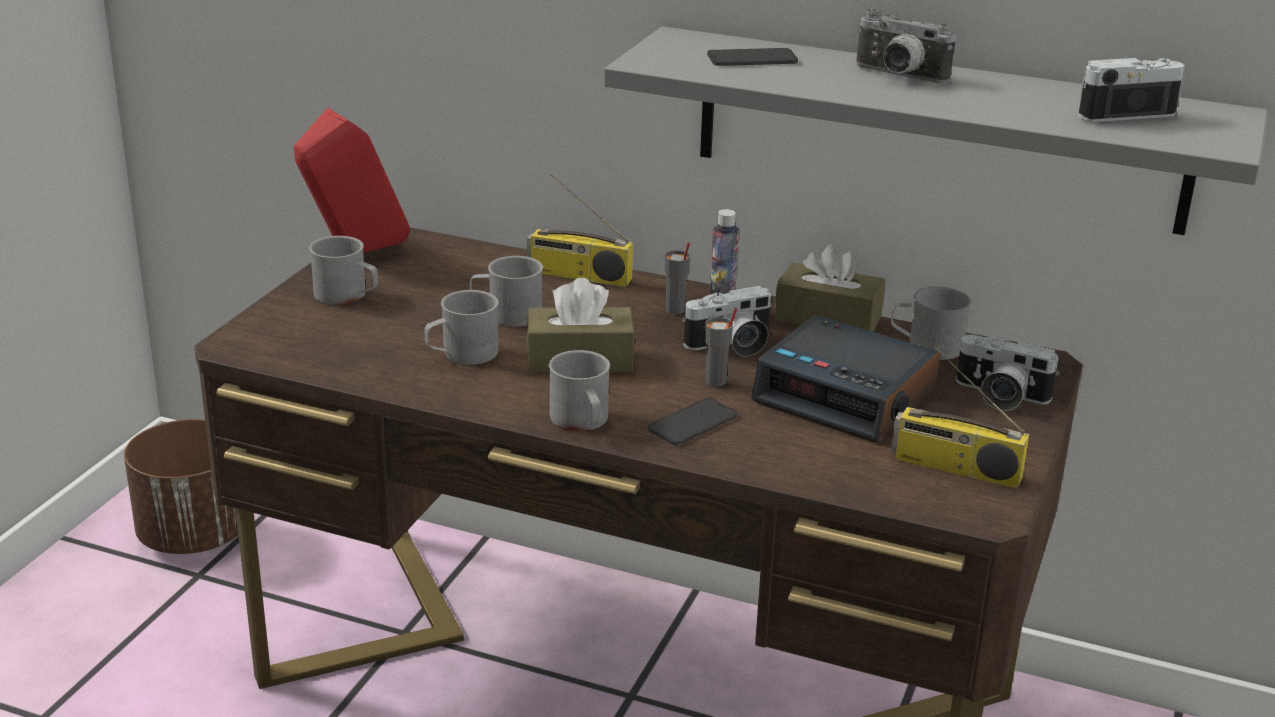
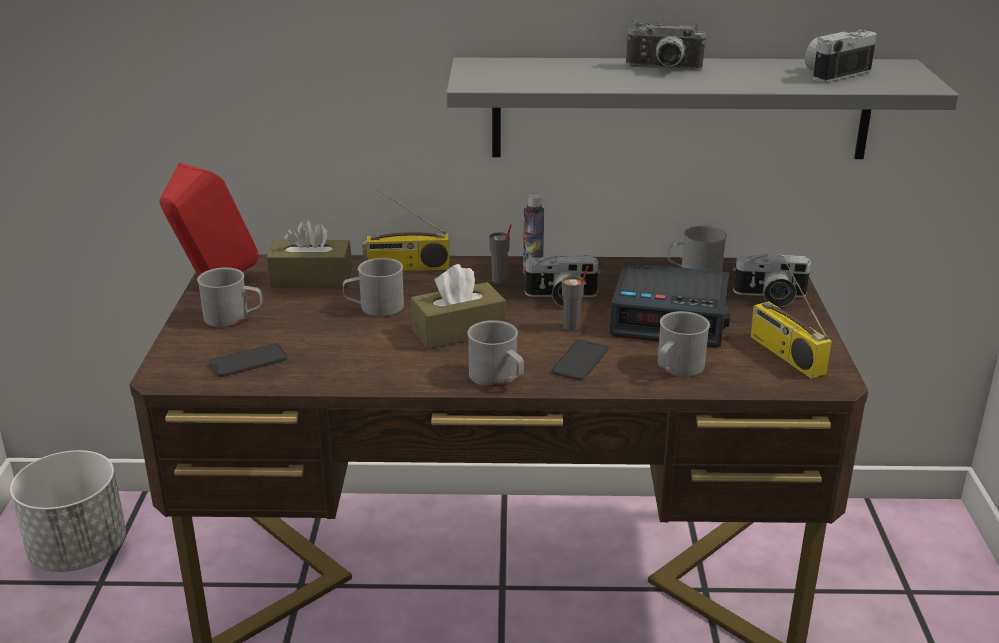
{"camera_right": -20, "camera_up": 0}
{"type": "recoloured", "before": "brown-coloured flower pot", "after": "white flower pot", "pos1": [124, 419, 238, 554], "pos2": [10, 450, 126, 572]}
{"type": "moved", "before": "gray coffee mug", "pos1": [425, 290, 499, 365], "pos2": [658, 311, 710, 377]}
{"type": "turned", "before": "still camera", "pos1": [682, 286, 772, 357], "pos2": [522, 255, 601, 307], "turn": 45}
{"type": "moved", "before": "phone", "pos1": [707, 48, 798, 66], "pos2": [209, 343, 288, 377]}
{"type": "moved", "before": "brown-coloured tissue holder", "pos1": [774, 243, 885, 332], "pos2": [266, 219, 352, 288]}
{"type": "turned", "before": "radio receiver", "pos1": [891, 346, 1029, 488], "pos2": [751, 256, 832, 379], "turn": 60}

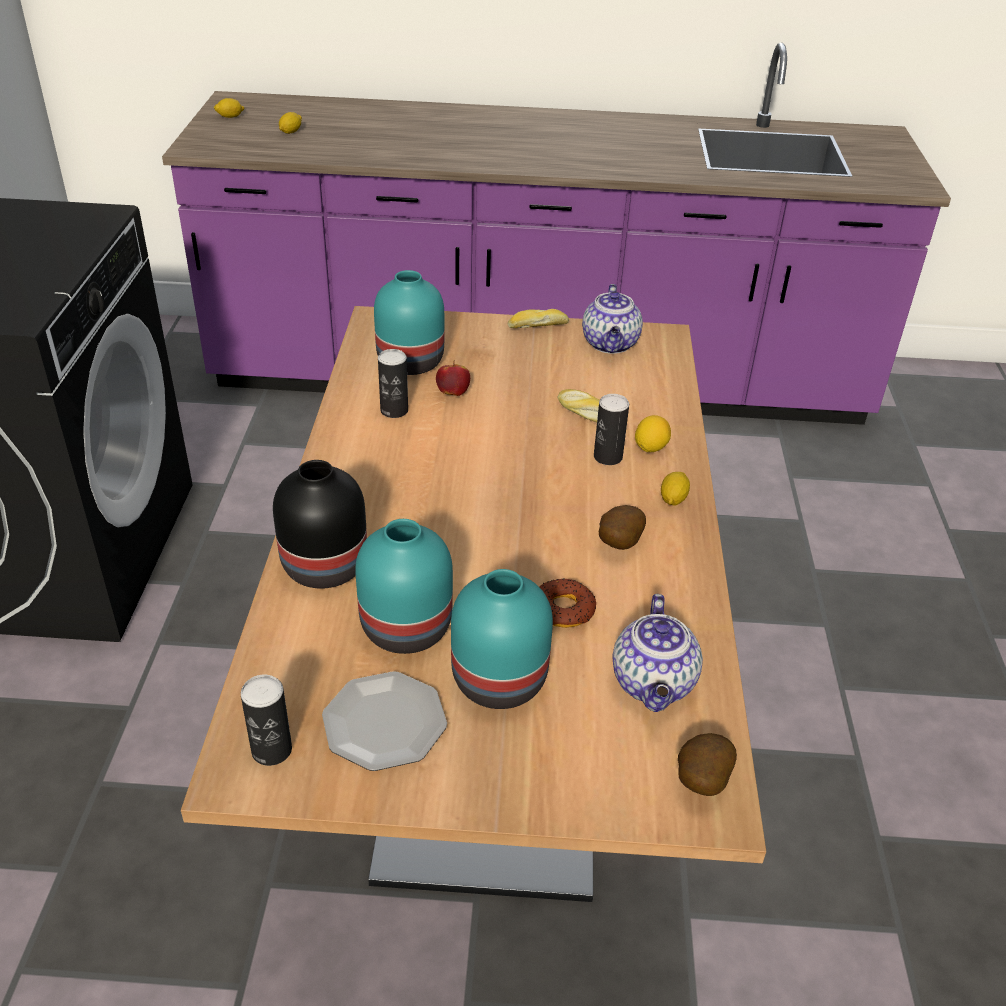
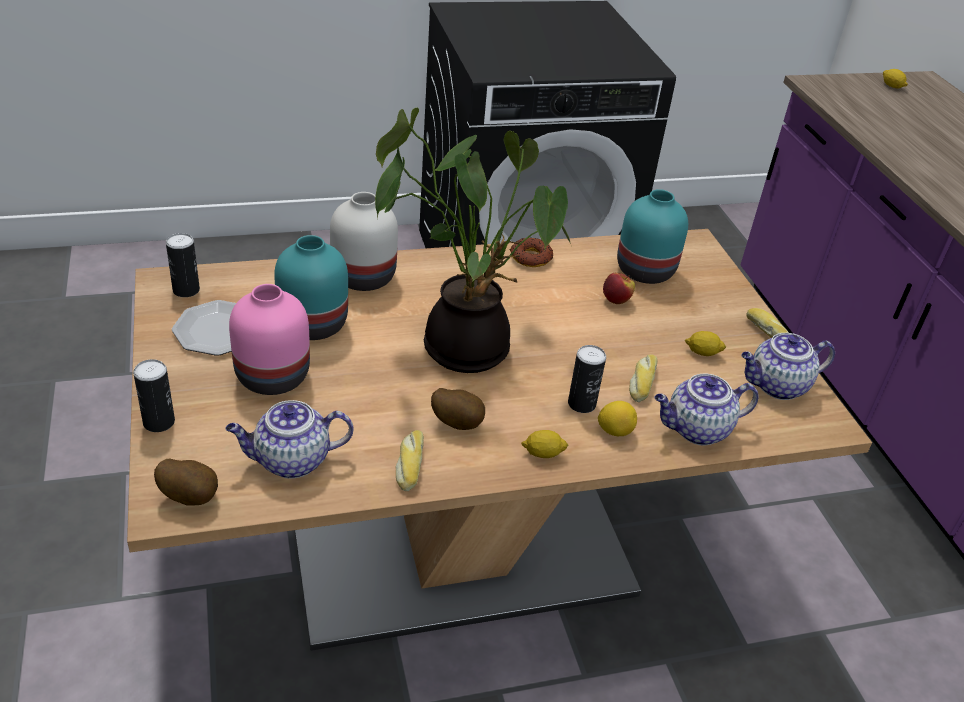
{"camera_right": 70, "camera_up": 0}
{"type": "recoloured", "before": "black-coloured decorative vase", "after": "white decorative vase", "pos1": [273, 460, 367, 589], "pos2": [330, 192, 398, 291]}
{"type": "moved", "before": "whole lemon", "pos1": [279, 112, 302, 134], "pos2": [685, 331, 726, 356]}
{"type": "moved", "before": "can", "pos1": [378, 349, 408, 418], "pos2": [133, 359, 175, 432]}
{"type": "recoloured", "before": "turquoise-coloured decorative vase", "after": "pink decorative vase", "pos1": [451, 569, 553, 709], "pos2": [229, 284, 310, 395]}
{"type": "moved", "before": "doughnut", "pos1": [540, 579, 596, 628], "pos2": [510, 237, 553, 267]}
{"type": "added", "after": "houseplant", "pos2": [375, 108, 571, 373]}
{"type": "added", "after": "baked bread", "pos2": [396, 430, 424, 491]}
{"type": "added", "after": "pot for tea", "pos2": [654, 374, 759, 445]}

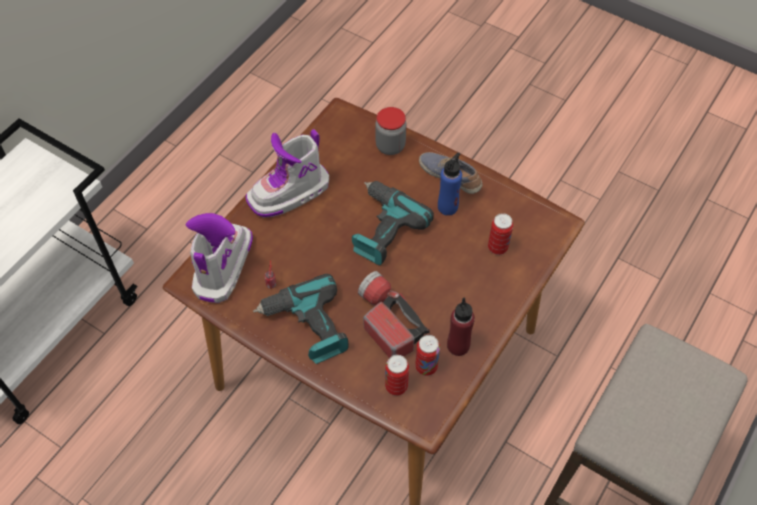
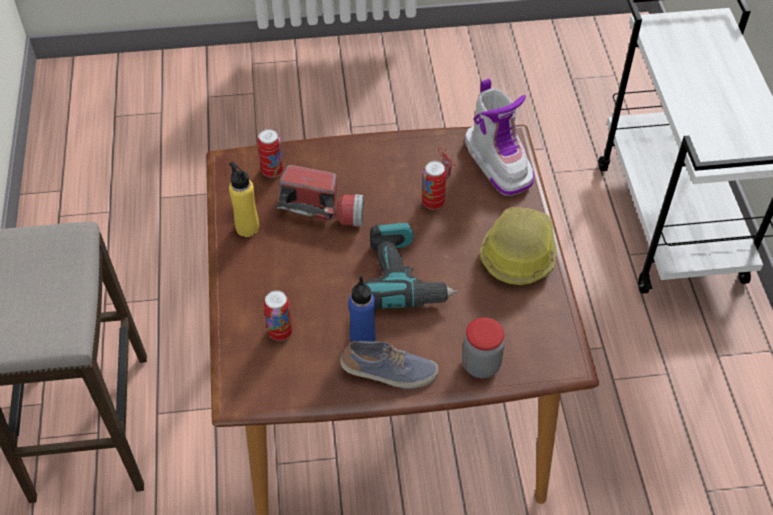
{"camera_right": 140, "camera_up": -5}
{"type": "replaced", "before": "tall boot", "after": "work helmet", "pos1": [246, 129, 329, 217], "pos2": [479, 207, 557, 285]}
{"type": "removed", "before": "electric drill", "pos1": [253, 274, 348, 364]}
{"type": "moved", "before": "can", "pos1": [415, 335, 440, 376], "pos2": [422, 161, 447, 210]}
{"type": "recoloured", "before": "red beverage bottle", "after": "yellow-coloured beverage bottle", "pos1": [447, 298, 475, 356], "pos2": [229, 162, 259, 237]}

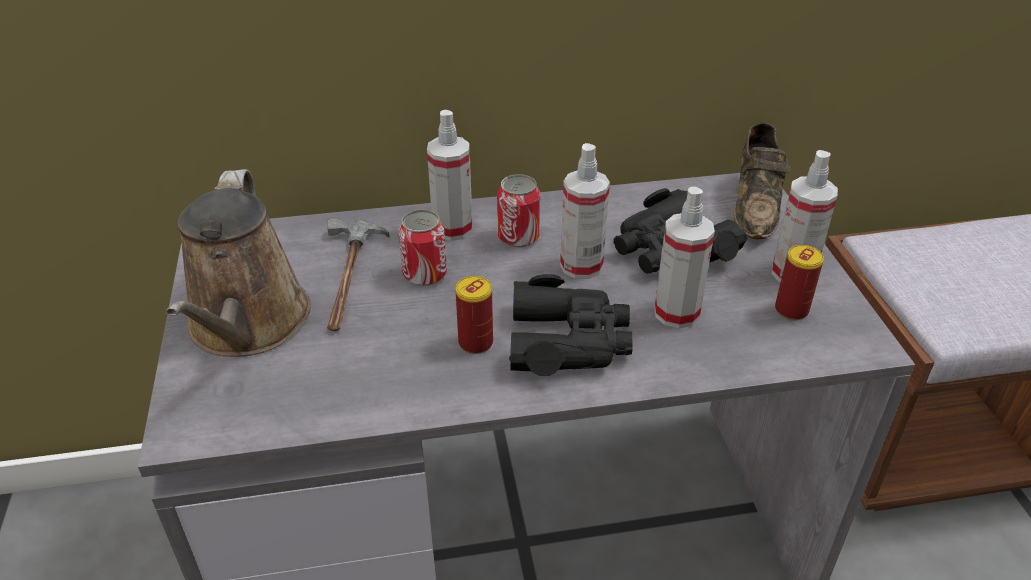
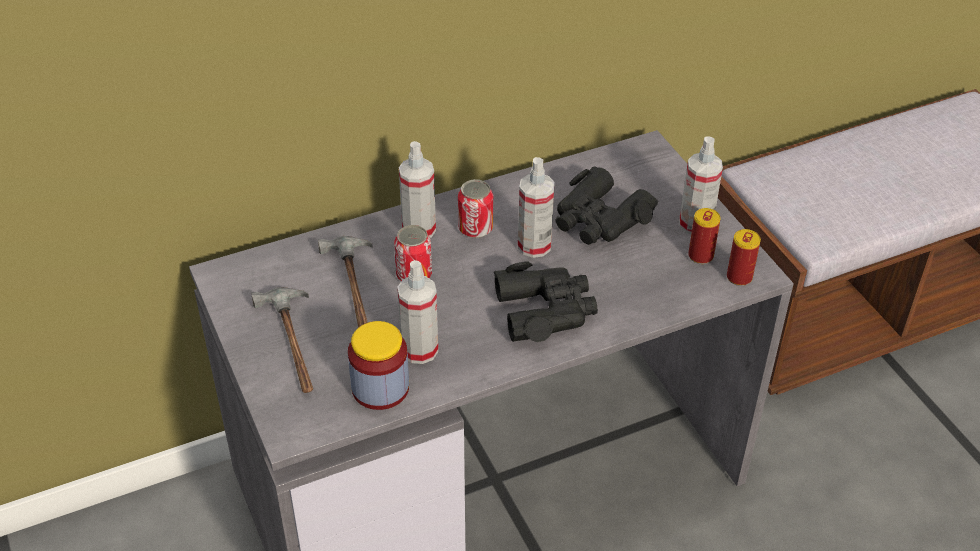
{"camera_right": -15, "camera_up": 5}
{"type": "replaced", "before": "brown-coloured watering pot", "after": "tool hammer", "pos1": [166, 169, 311, 357], "pos2": [251, 287, 313, 393]}
{"type": "moved", "before": "can", "pos1": [456, 276, 493, 354], "pos2": [727, 229, 761, 286]}
{"type": "moved", "before": "sprayer", "pos1": [654, 187, 715, 328], "pos2": [397, 260, 438, 364]}
{"type": "removed", "before": "brown-coloured low shoe", "pos1": [734, 122, 791, 239]}
{"type": "added", "after": "preserve jar", "pos2": [348, 321, 409, 410]}

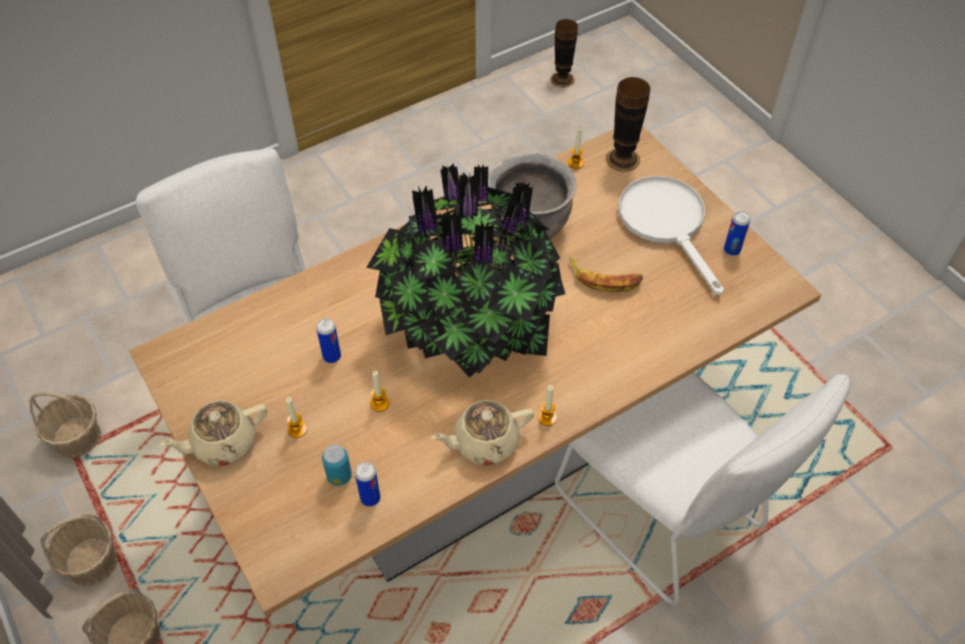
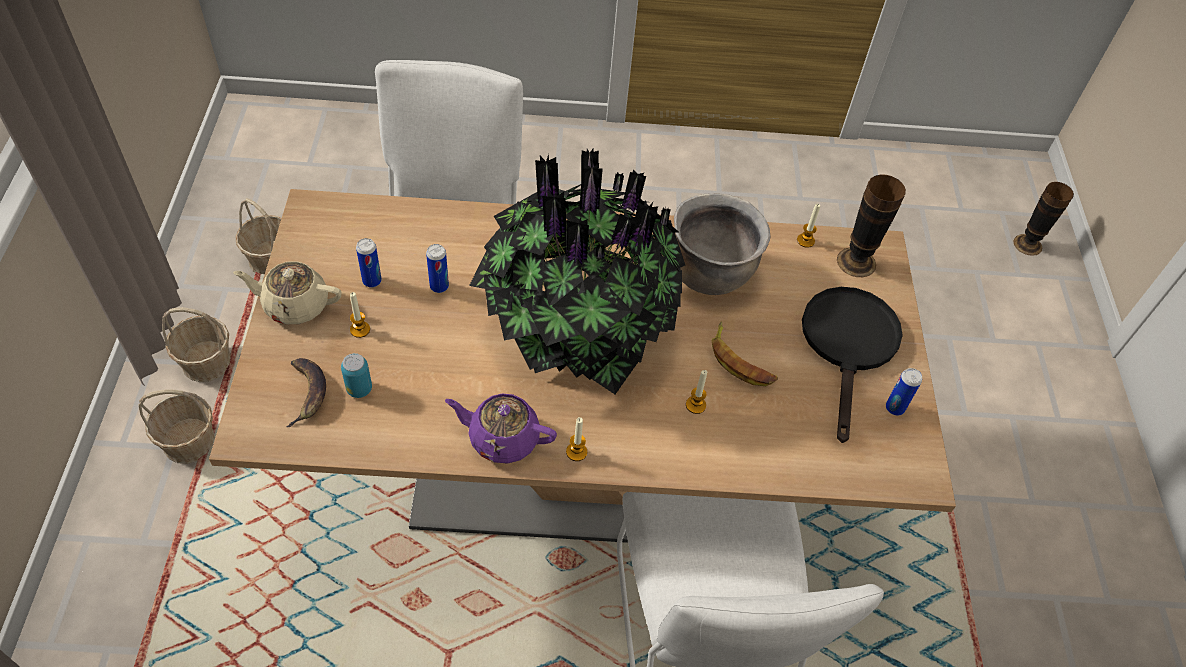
{"camera_right": 30, "camera_up": 0}
{"type": "moved", "before": "can", "pos1": [355, 462, 380, 507], "pos2": [356, 238, 382, 288]}
{"type": "moved", "before": "wax light", "pos1": [370, 371, 390, 412], "pos2": [686, 370, 707, 414]}
{"type": "recoloured", "before": "sand-coloured pot for tea", "after": "purple-coloured pot for tea", "pos1": [431, 400, 534, 465], "pos2": [445, 394, 557, 464]}
{"type": "moved", "before": "decorative vase", "pos1": [550, 19, 578, 88], "pos2": [1013, 182, 1074, 256]}
{"type": "recoloured", "before": "white skillet", "after": "black-coloured skillet", "pos1": [619, 176, 724, 296], "pos2": [802, 287, 903, 443]}
{"type": "added", "after": "whole banana", "pos2": [287, 358, 326, 427]}

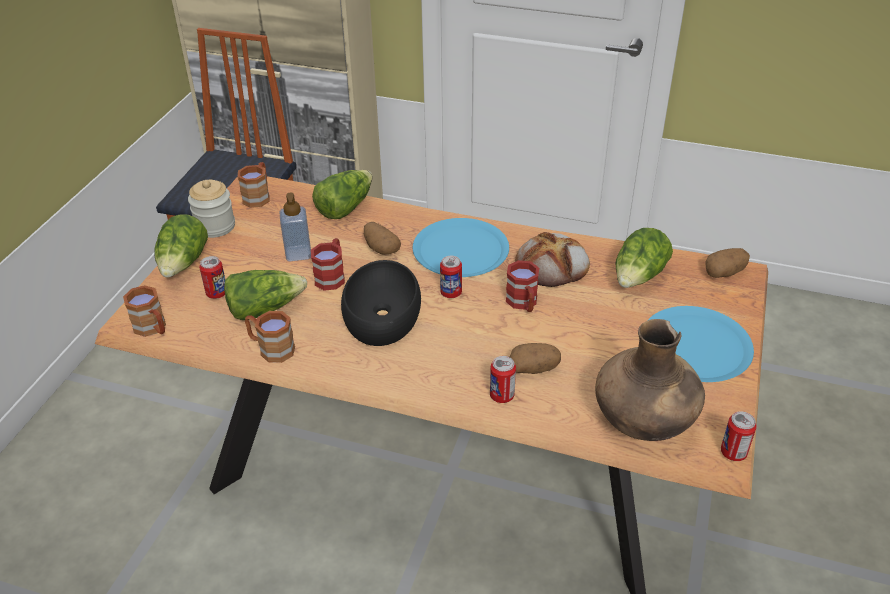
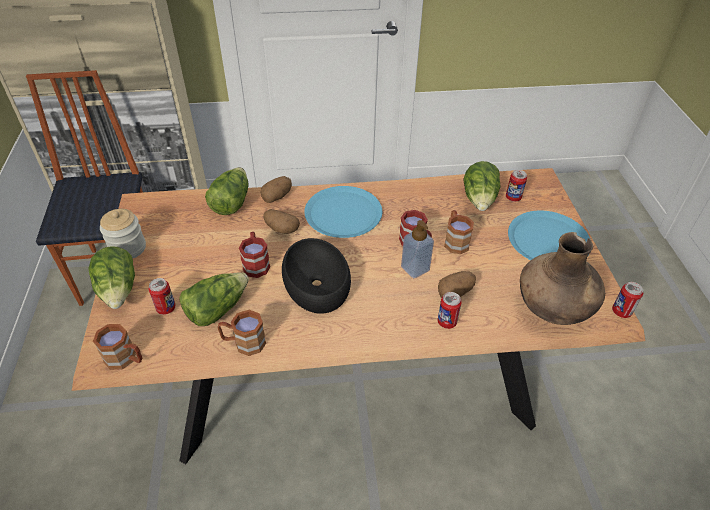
{"camera_right": -25, "camera_up": 5}
{"type": "moved", "before": "brown-coloured coffee mug", "pos1": [238, 162, 270, 208], "pos2": [444, 210, 474, 254]}
{"type": "moved", "before": "liquid soap bottle", "pos1": [280, 193, 311, 261], "pos2": [401, 220, 434, 278]}
{"type": "moved", "before": "can", "pos1": [440, 256, 462, 298], "pos2": [506, 170, 527, 202]}
{"type": "removed", "before": "baked bread", "pos1": [515, 232, 590, 287]}
{"type": "moved", "before": "spud", "pos1": [705, 248, 750, 278], "pos2": [261, 176, 292, 203]}

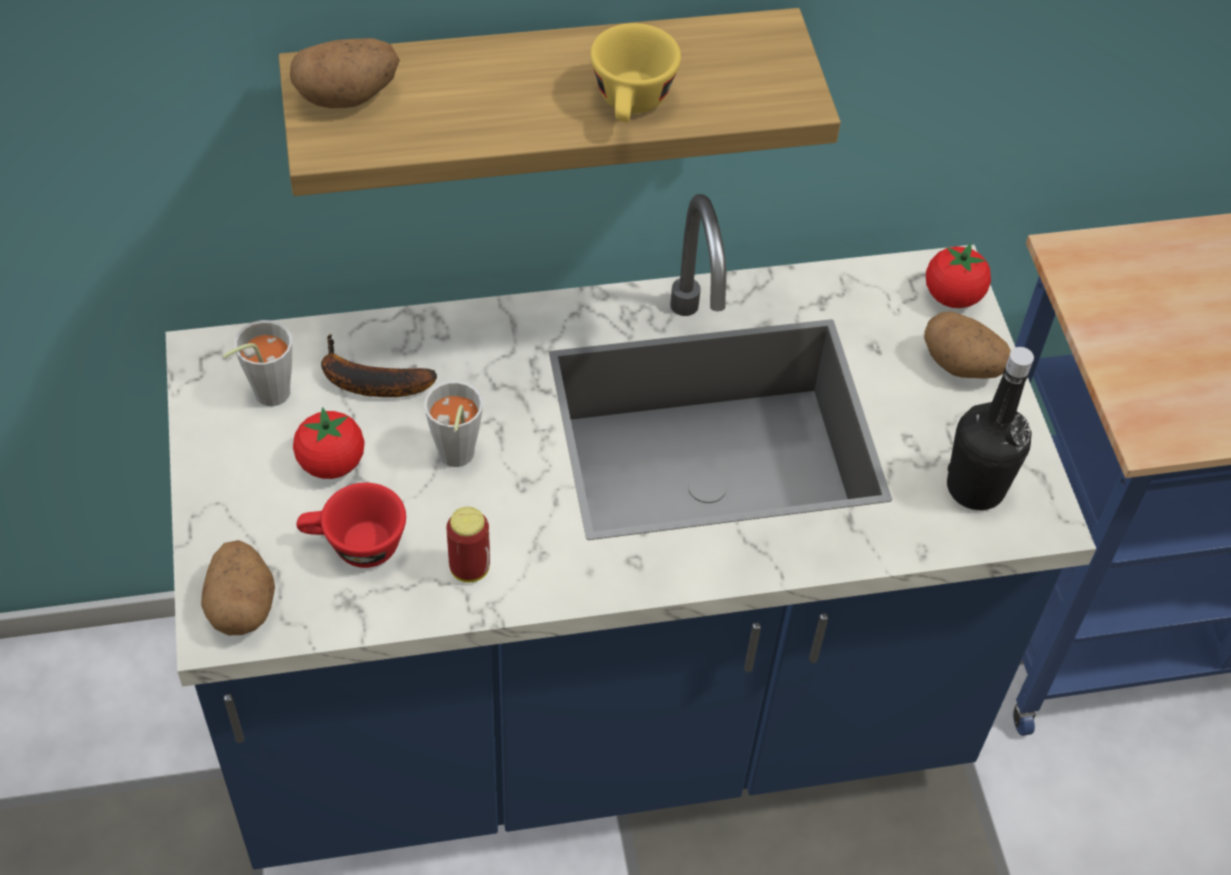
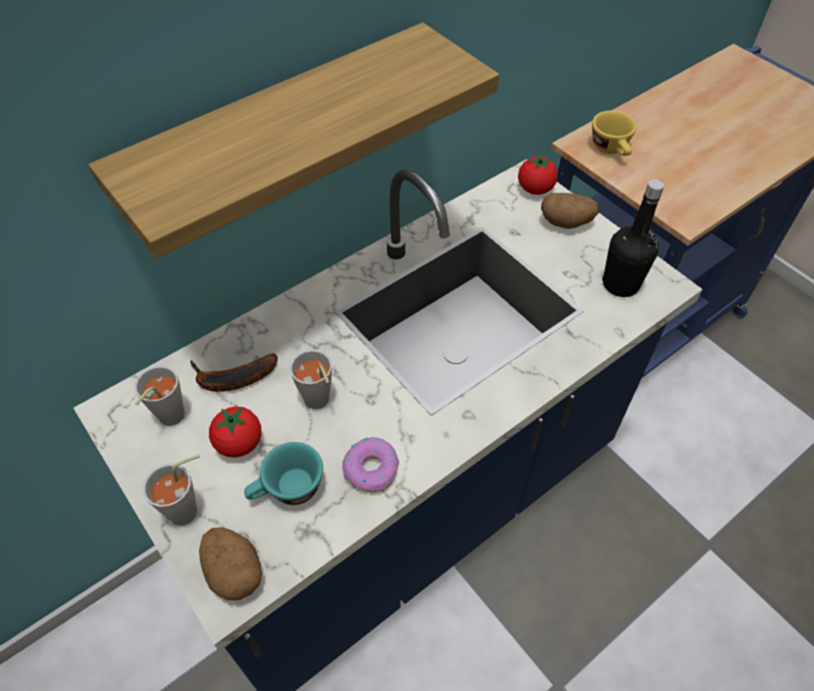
{"camera_right": -25, "camera_up": 0}
{"type": "removed", "before": "spud", "pos1": [290, 38, 400, 108]}
{"type": "recoloured", "before": "red small cup", "after": "turquoise-coloured small cup", "pos1": [296, 483, 406, 568], "pos2": [244, 442, 323, 505]}
{"type": "replaced", "before": "can", "after": "doughnut", "pos1": [446, 507, 490, 582], "pos2": [342, 437, 399, 492]}
{"type": "moved", "before": "yellow-coloured small cup", "pos1": [590, 23, 681, 122], "pos2": [592, 110, 637, 156]}
{"type": "added", "after": "gray small cup", "pos2": [143, 454, 200, 526]}

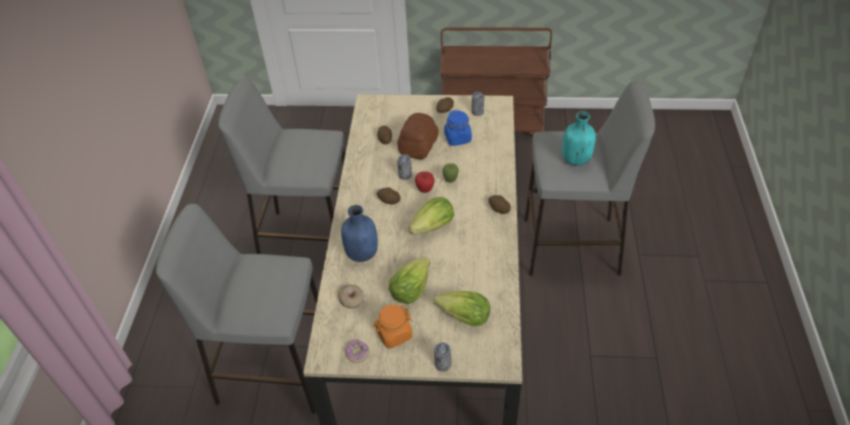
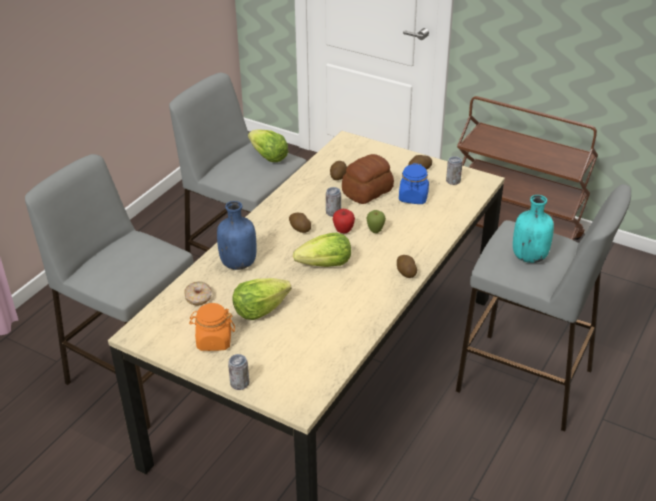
{"camera_right": 25, "camera_up": -10}
{"type": "removed", "before": "doughnut", "pos1": [345, 340, 369, 363]}
{"type": "moved", "before": "head of lettuce", "pos1": [434, 291, 490, 326], "pos2": [248, 129, 288, 162]}

